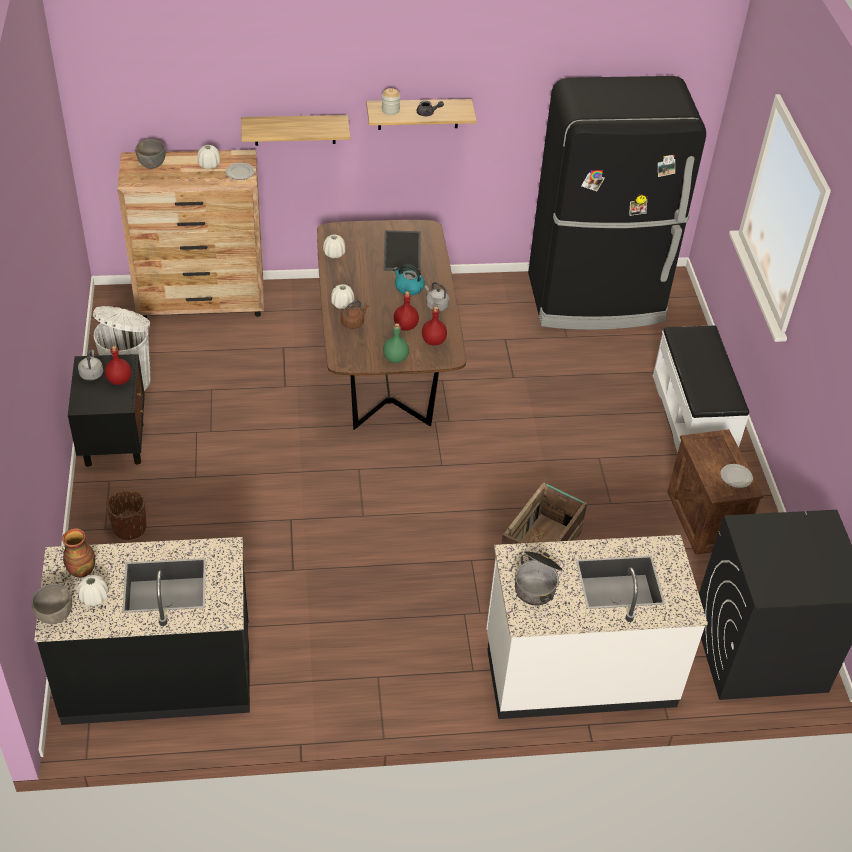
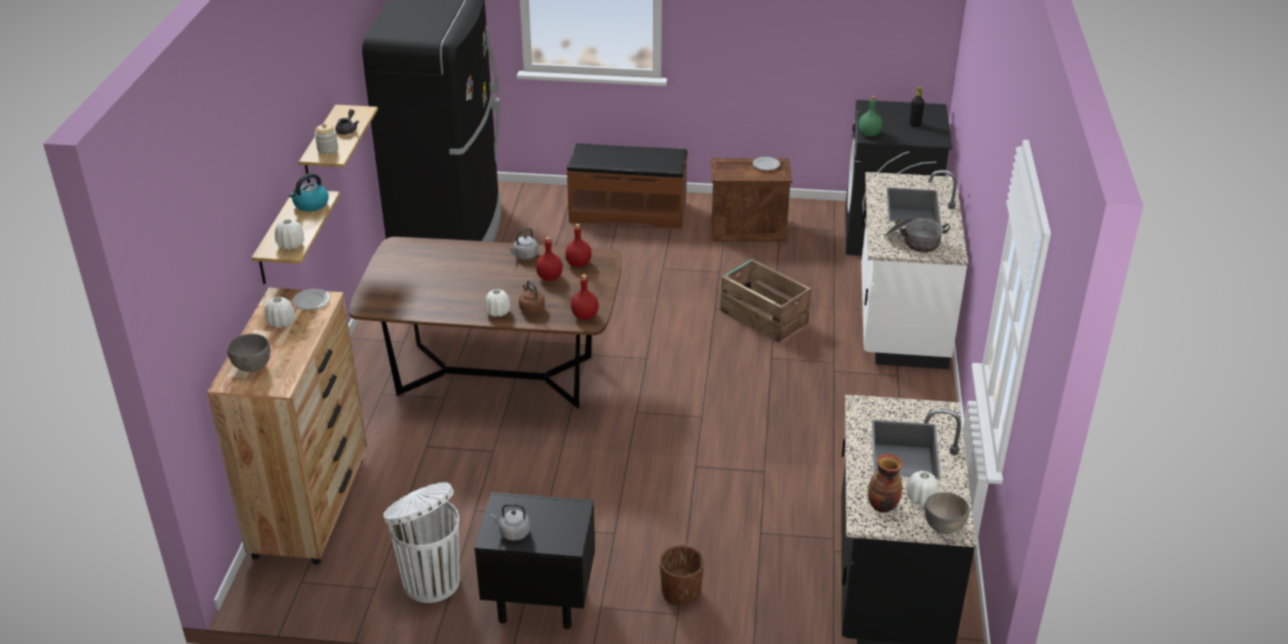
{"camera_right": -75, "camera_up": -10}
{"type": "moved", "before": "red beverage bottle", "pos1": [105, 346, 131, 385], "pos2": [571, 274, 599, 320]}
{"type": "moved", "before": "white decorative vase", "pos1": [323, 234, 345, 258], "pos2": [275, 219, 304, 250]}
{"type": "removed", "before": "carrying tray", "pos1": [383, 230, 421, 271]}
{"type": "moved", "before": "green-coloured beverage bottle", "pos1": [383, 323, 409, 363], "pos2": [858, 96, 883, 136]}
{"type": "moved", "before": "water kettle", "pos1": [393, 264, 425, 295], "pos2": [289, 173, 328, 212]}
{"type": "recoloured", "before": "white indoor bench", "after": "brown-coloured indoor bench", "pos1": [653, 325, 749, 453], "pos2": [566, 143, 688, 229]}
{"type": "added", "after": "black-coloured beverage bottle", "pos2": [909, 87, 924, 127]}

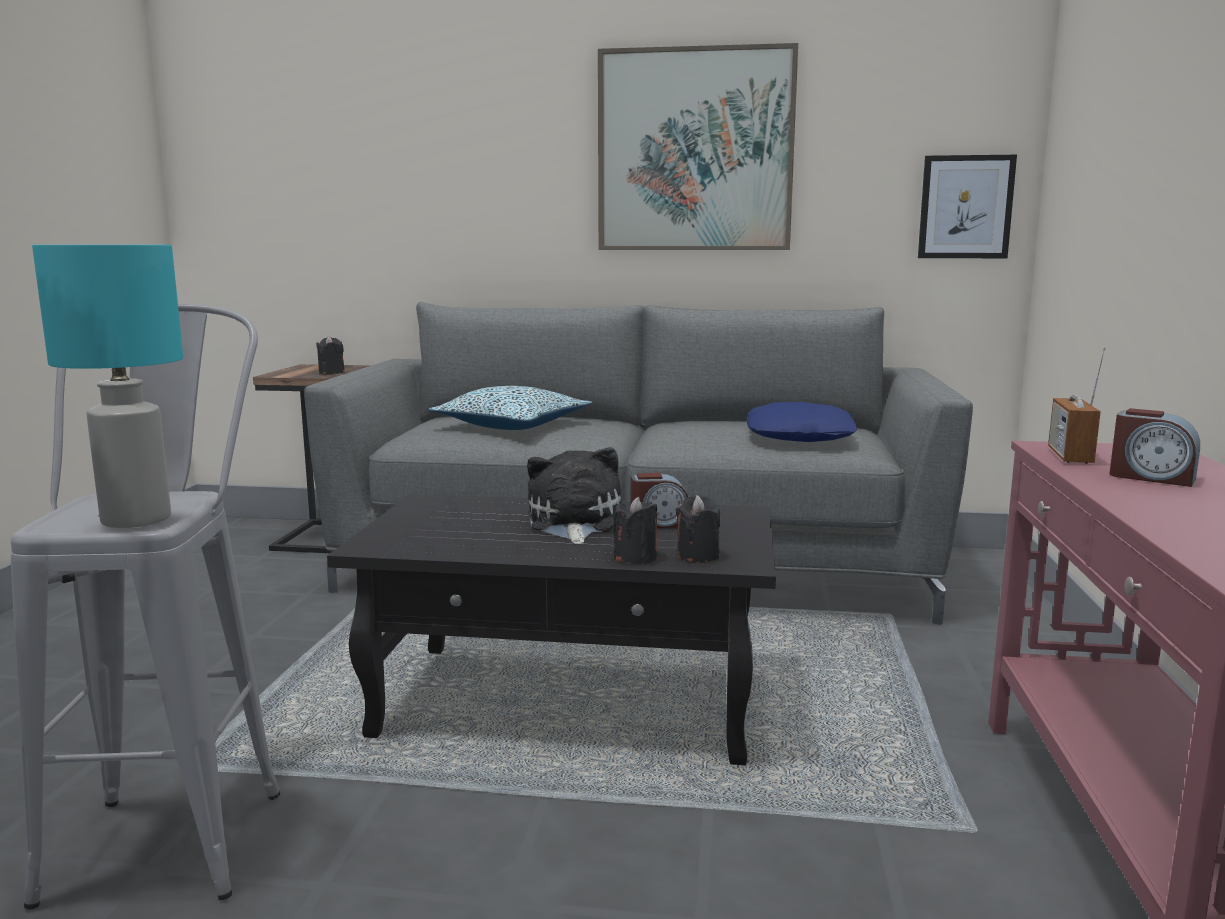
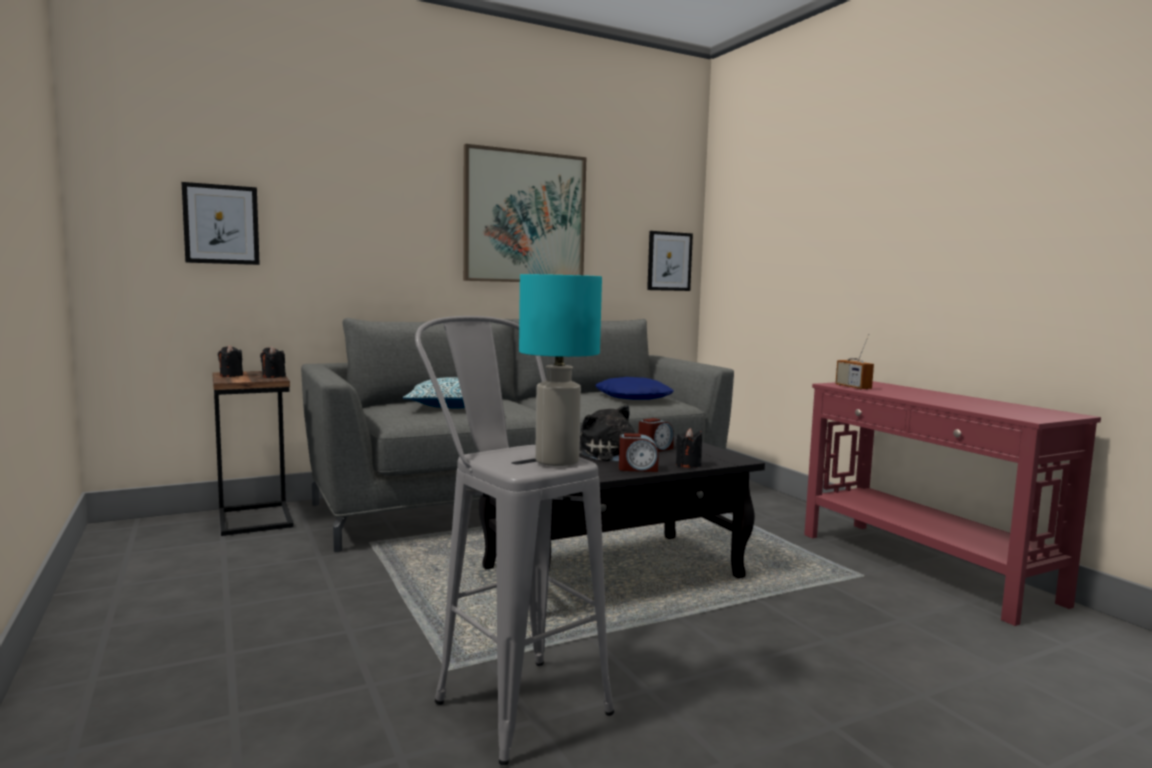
{"camera_right": -35, "camera_up": -5}
{"type": "moved", "before": "black-coloured wax light", "pos1": [676, 495, 720, 562], "pos2": [218, 345, 243, 377]}
{"type": "moved", "before": "bedside clock", "pos1": [1110, 408, 1200, 487], "pos2": [619, 433, 659, 472]}
{"type": "added", "after": "wall art", "pos2": [182, 182, 260, 265]}

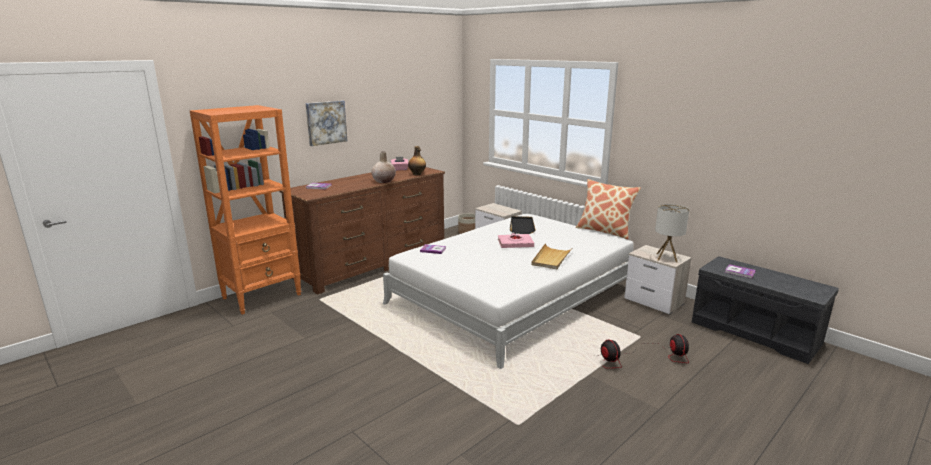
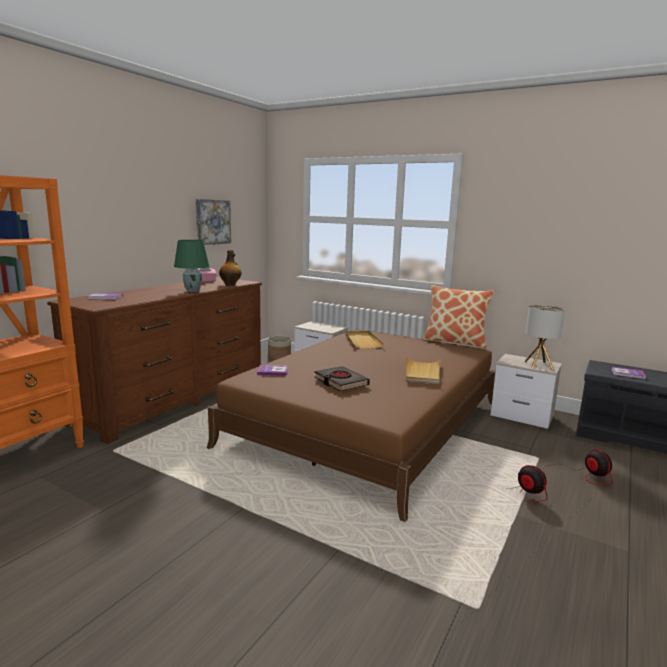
{"camera_right": -15, "camera_up": -5}
{"type": "moved", "before": "wall art", "pos1": [306, 100, 347, 146], "pos2": [196, 199, 231, 245]}
{"type": "replaced", "before": "sand-coloured decorative vase", "after": "green-coloured tabletop lamp", "pos1": [371, 152, 396, 183], "pos2": [174, 240, 209, 292]}
{"type": "recoloured", "before": "white bed", "after": "brown-coloured bed", "pos1": [383, 214, 634, 369], "pos2": [207, 330, 496, 522]}
{"type": "removed", "before": "pink bound book", "pos1": [498, 233, 534, 248]}
{"type": "recoloured", "before": "black-coloured carrying tray", "after": "sand-coloured carrying tray", "pos1": [510, 216, 536, 234], "pos2": [345, 331, 384, 349]}
{"type": "added", "after": "black-coloured bound book", "pos2": [315, 366, 370, 391]}

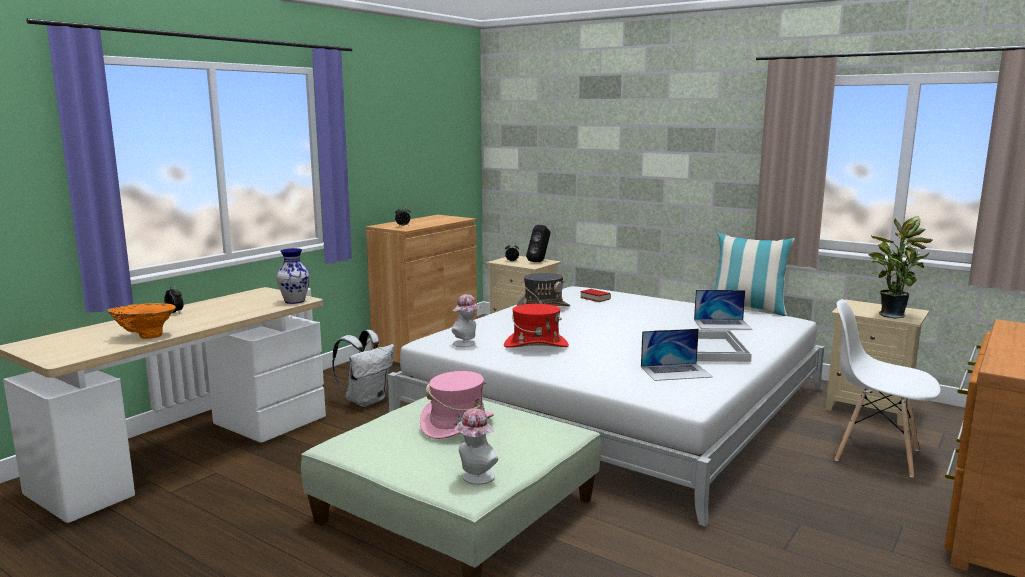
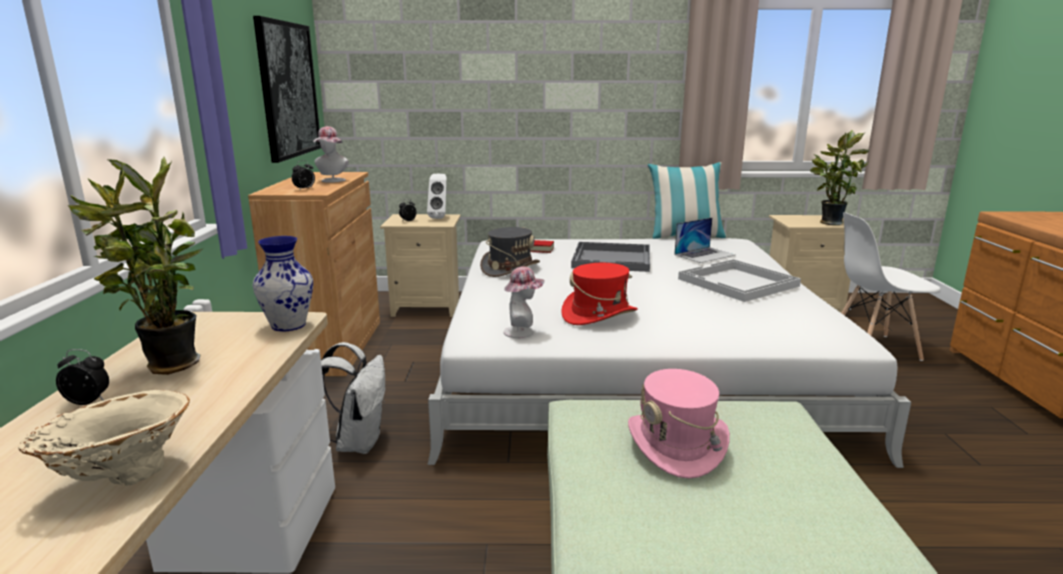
{"camera_right": -35, "camera_up": 5}
{"type": "recoloured", "before": "orangey decorative vase", "after": "sand-coloured decorative vase", "pos1": [108, 303, 176, 339], "pos2": [18, 390, 190, 486]}
{"type": "moved", "before": "clothing hat", "pos1": [454, 408, 498, 485], "pos2": [313, 126, 349, 183]}
{"type": "recoloured", "before": "black-coloured loudspeaker", "after": "white loudspeaker", "pos1": [526, 225, 551, 262], "pos2": [427, 174, 447, 219]}
{"type": "removed", "before": "notebook computer", "pos1": [641, 329, 713, 381]}
{"type": "added", "after": "houseplant", "pos2": [68, 157, 202, 375]}
{"type": "added", "after": "wall art", "pos2": [253, 16, 321, 163]}
{"type": "added", "after": "gray carrying tray", "pos2": [571, 242, 650, 272]}

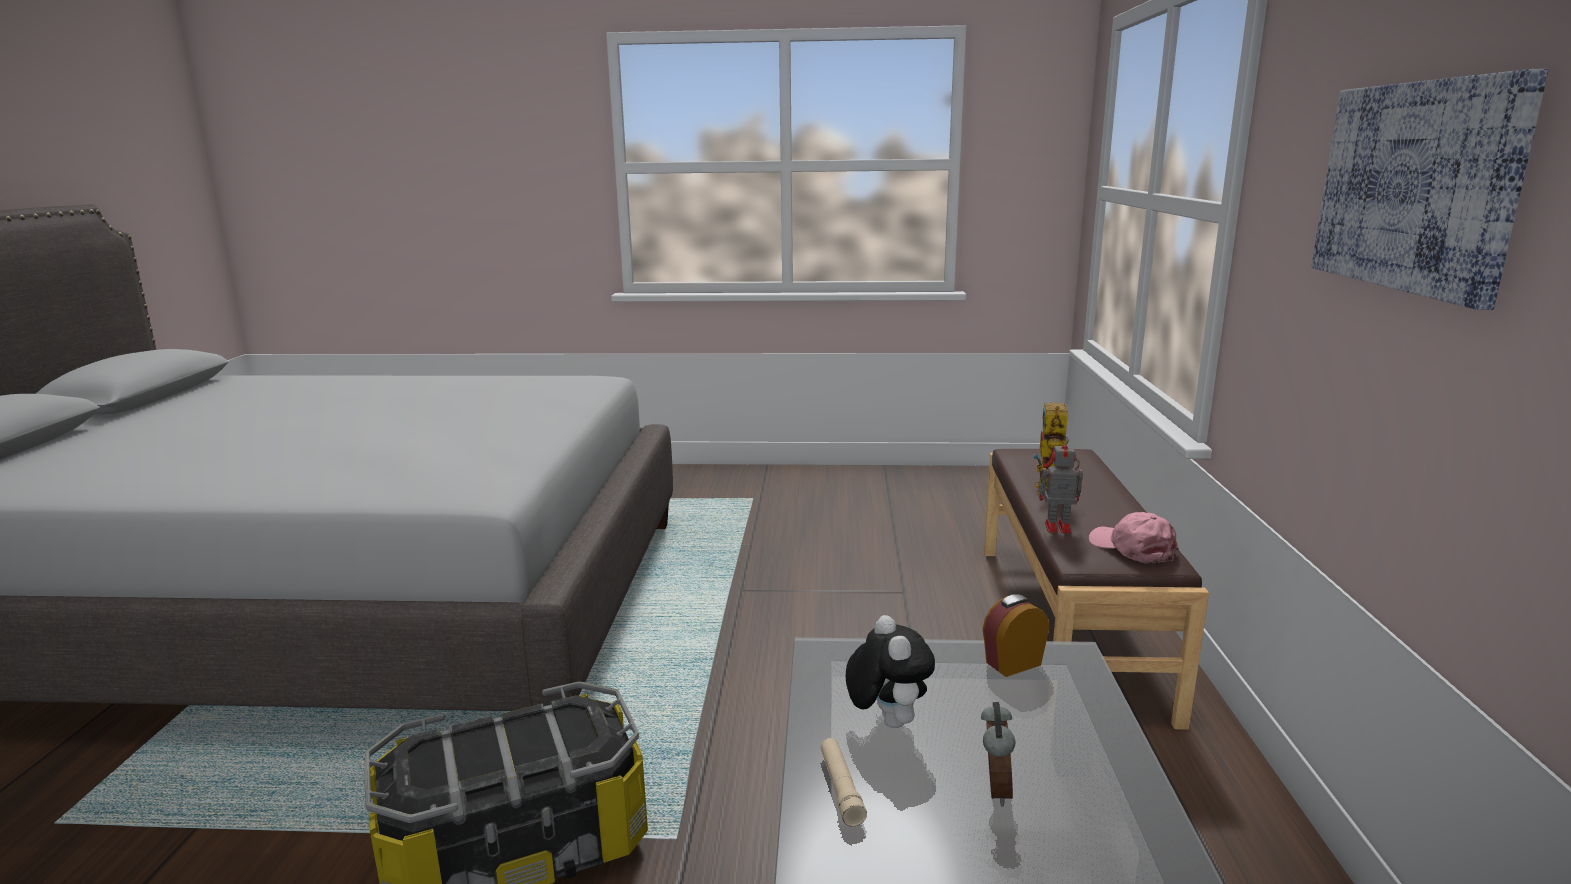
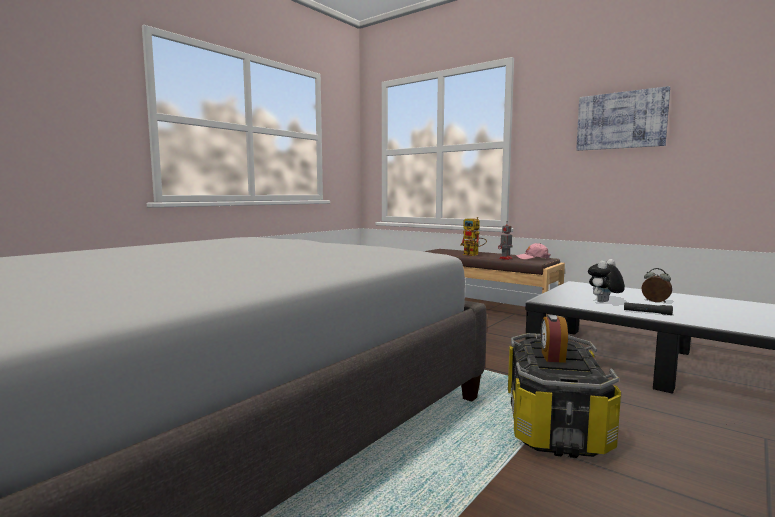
{"camera_right": -55, "camera_up": -10}
{"type": "recoloured", "before": "sand-coloured torch", "after": "black-coloured torch", "pos1": [821, 738, 867, 827], "pos2": [624, 303, 673, 315]}
{"type": "turned", "before": "soft toy", "pos1": [846, 615, 935, 728], "pos2": [588, 259, 625, 303], "turn": -60}
{"type": "moved", "before": "bedside clock", "pos1": [983, 594, 1049, 677], "pos2": [541, 315, 568, 363]}

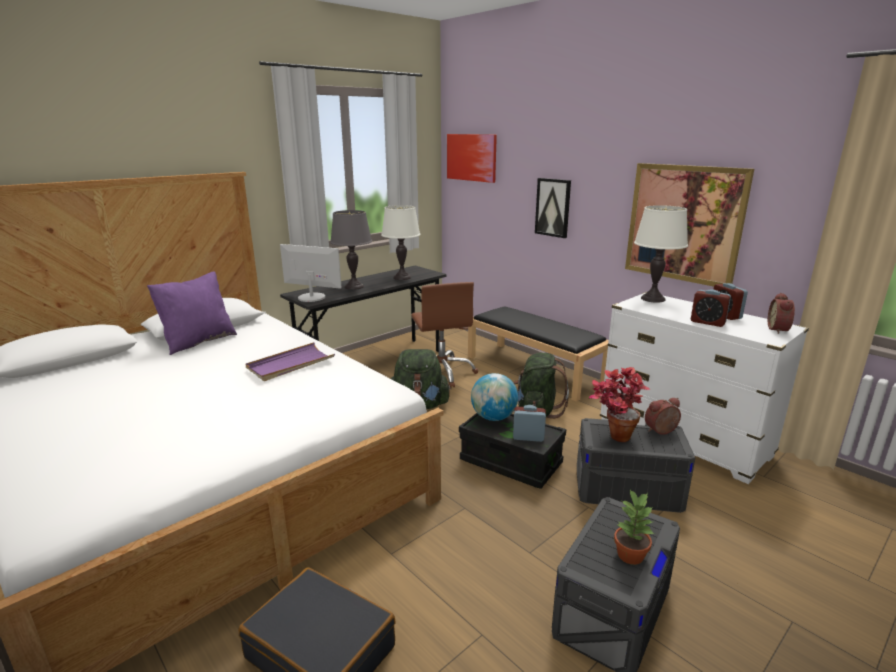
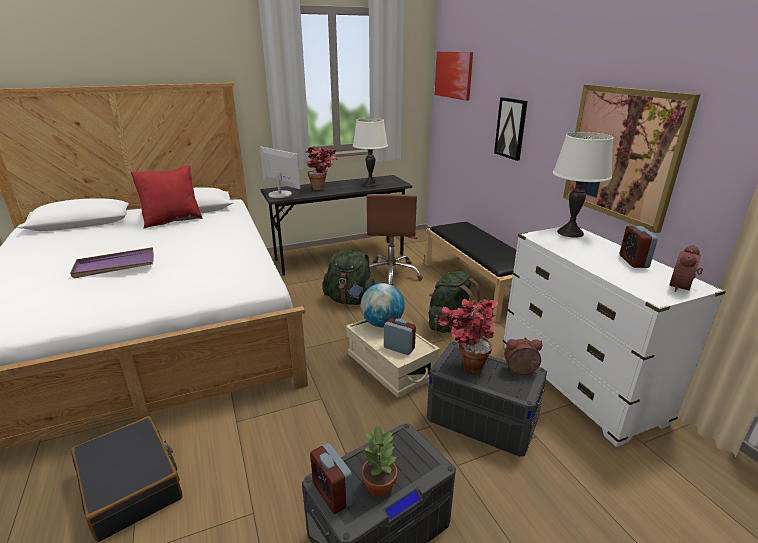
{"camera_right": 20, "camera_up": 5}
{"type": "recoloured", "before": "purple-coloured throw pillow", "after": "red throw pillow", "pos1": [147, 272, 237, 355], "pos2": [131, 165, 203, 228]}
{"type": "moved", "before": "purple-coloured carrying tray", "pos1": [245, 342, 335, 381], "pos2": [70, 247, 154, 278]}
{"type": "replaced", "before": "gray tabletop lamp", "after": "houseplant", "pos1": [330, 210, 372, 290], "pos2": [305, 146, 338, 190]}
{"type": "recoloured", "before": "black-coloured storage box", "after": "sand-coloured storage box", "pos1": [459, 413, 566, 489], "pos2": [346, 319, 440, 398]}
{"type": "moved", "before": "bedside clock", "pos1": [691, 290, 731, 327], "pos2": [310, 443, 353, 514]}

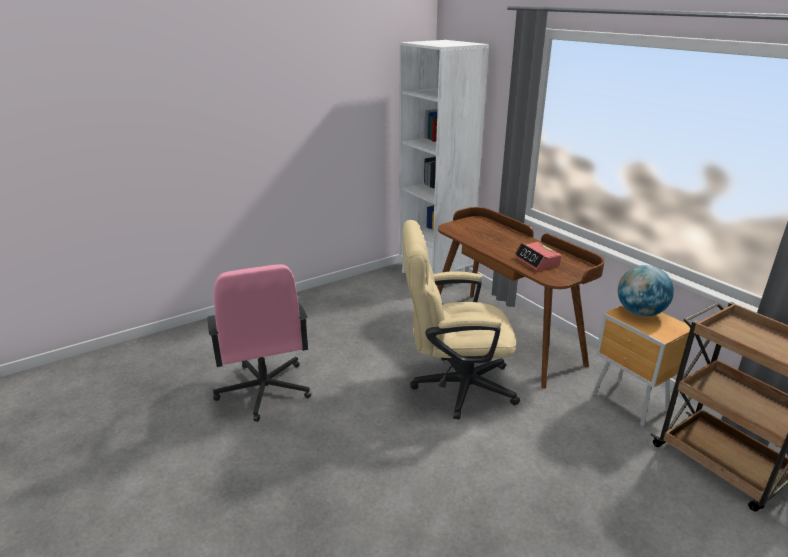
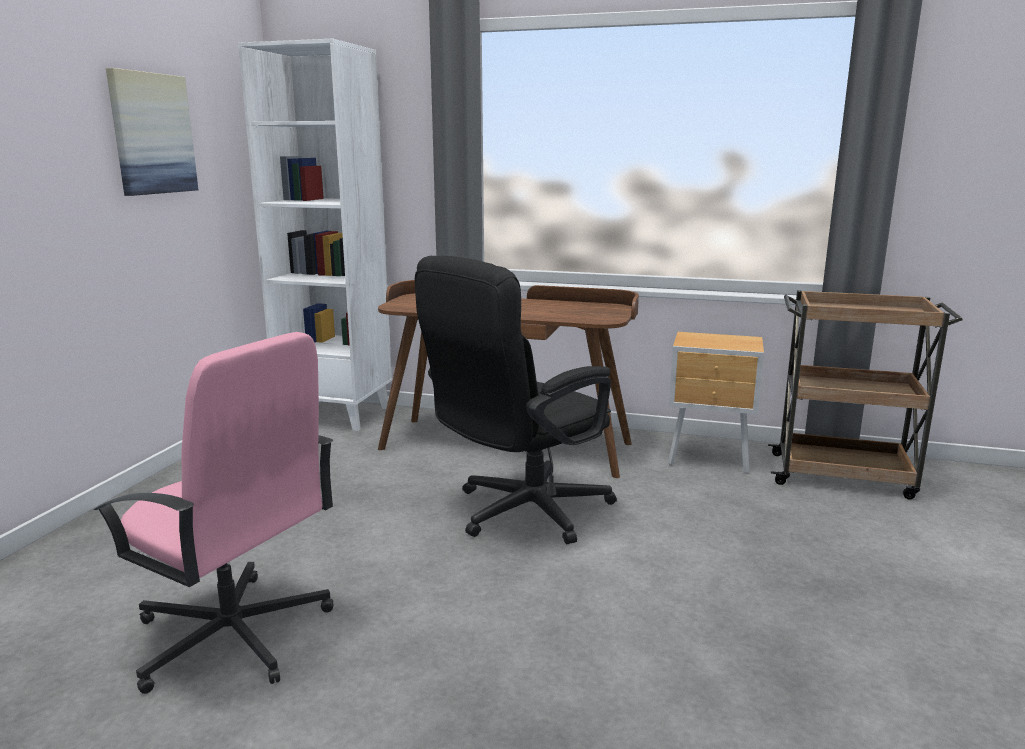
{"camera_right": -40, "camera_up": -10}
{"type": "recoloured", "before": "sand-coloured desk chair", "after": "black-coloured desk chair", "pos1": [403, 220, 520, 420], "pos2": [415, 256, 617, 544]}
{"type": "removed", "before": "bedside clock", "pos1": [514, 242, 562, 271]}
{"type": "removed", "before": "globe", "pos1": [618, 265, 674, 316]}
{"type": "added", "after": "wall art", "pos2": [106, 68, 198, 196]}

